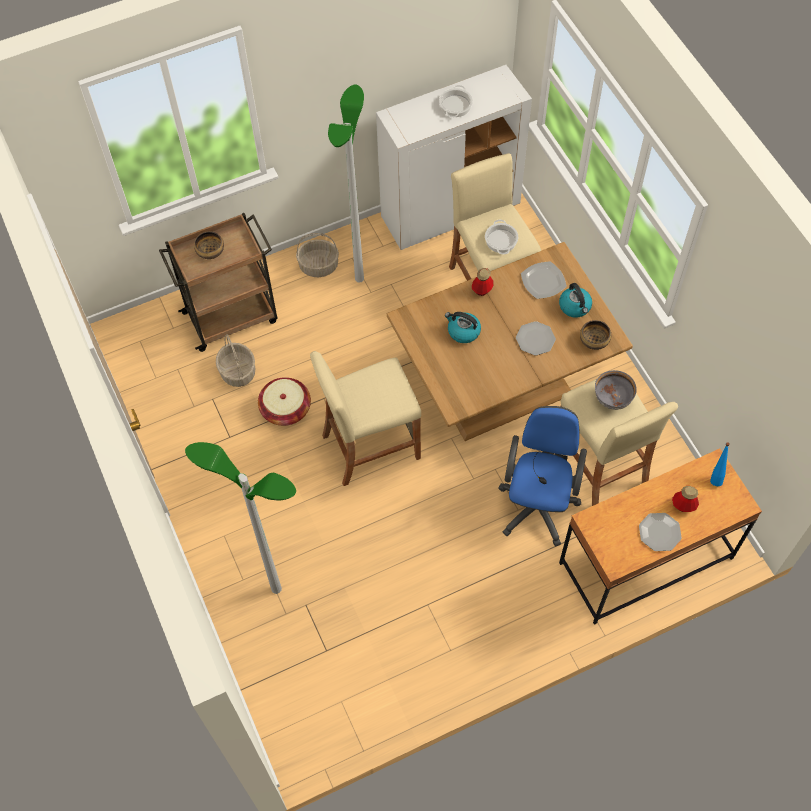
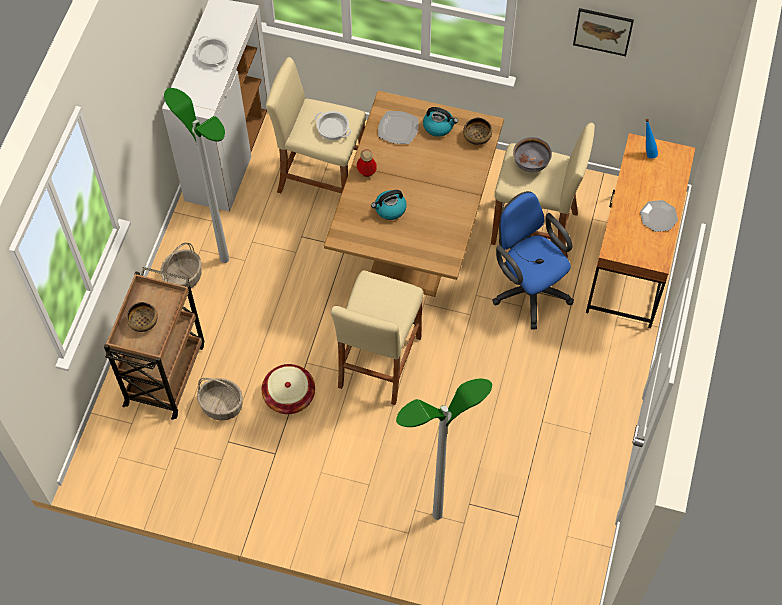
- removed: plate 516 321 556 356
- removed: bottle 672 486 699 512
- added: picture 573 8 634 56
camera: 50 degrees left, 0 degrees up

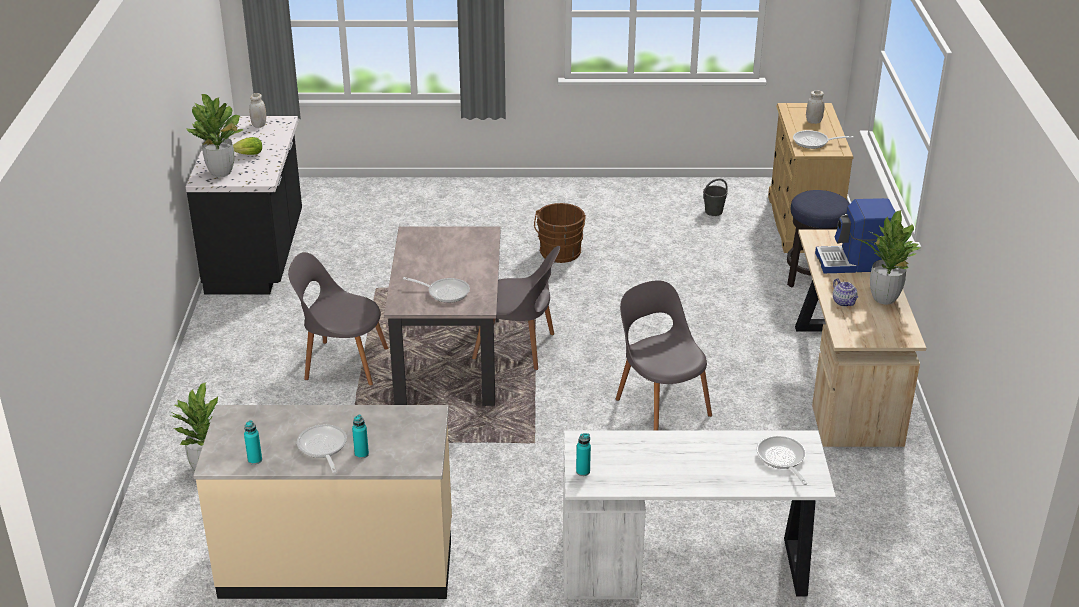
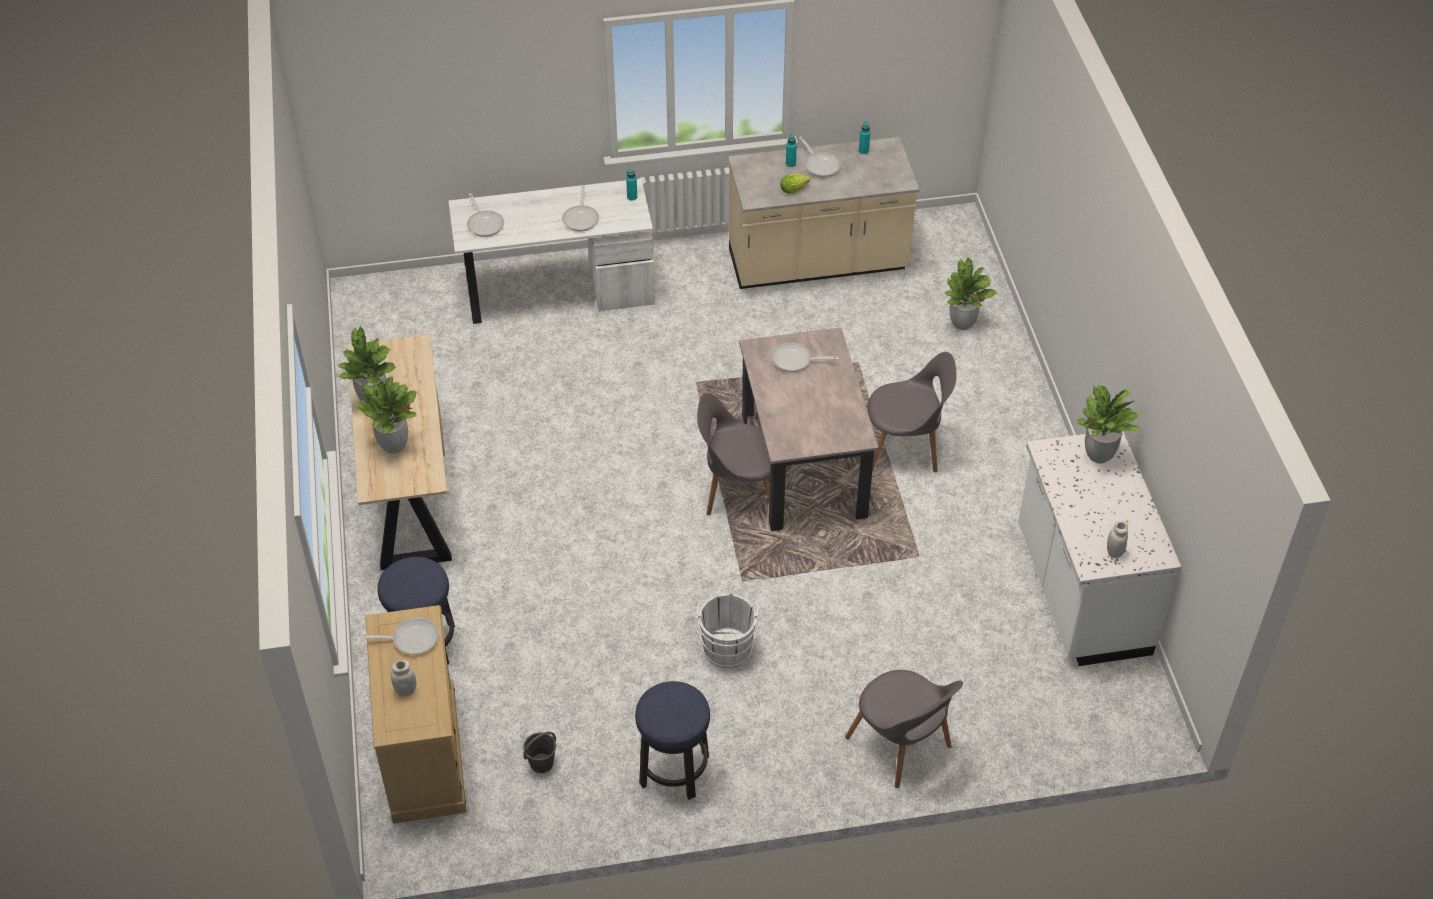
- recoloured: black counter 186 116 302 295 to white counter 1018 431 1181 666
- moved: lettuce 233 137 262 155 to 780 174 810 194
- replaced: coffee machine 815 198 896 273 to potted plant 356 377 417 454
- recoloured: brown bucket 534 203 586 263 to white bucket 697 594 759 668
- removed: teapot 833 278 858 307
- moved: grey chair 615 280 712 430 to 845 670 963 788
- added: frying pan 562 186 599 231
- added: stool 635 681 710 800
camera: 170 degrees right, 15 degrees up

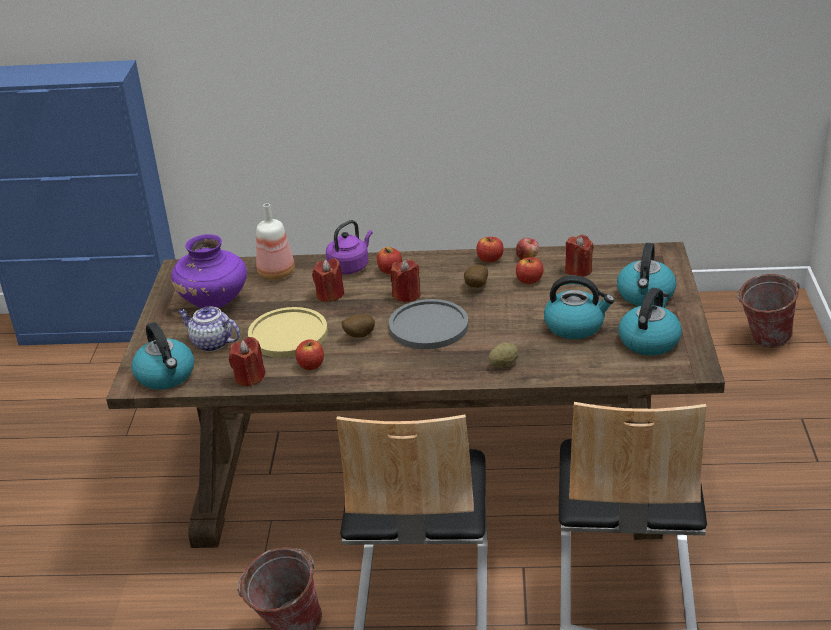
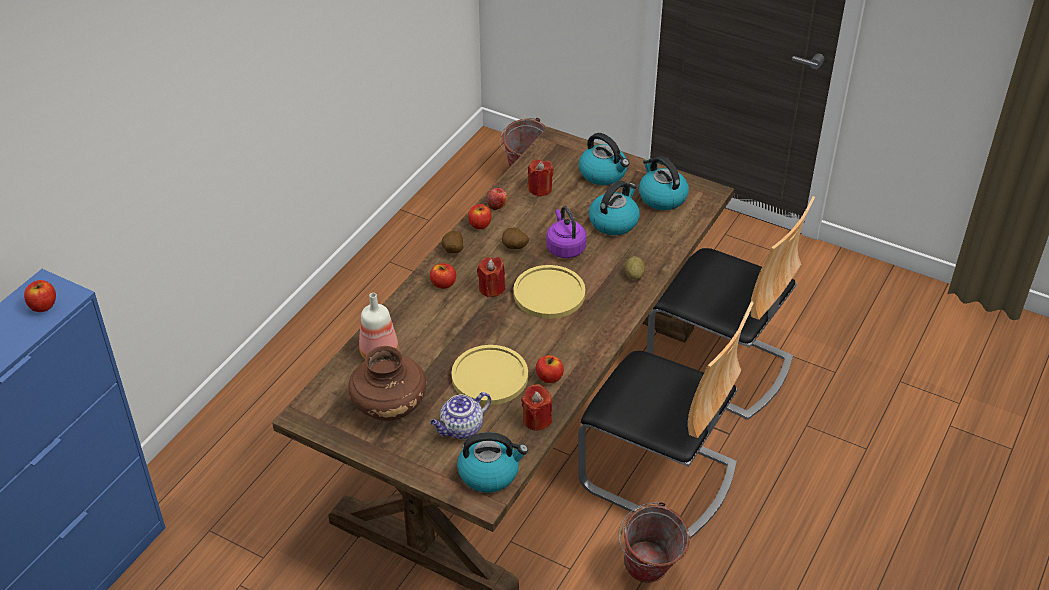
- moved: purple kettle 326 220 372 274 to 546 206 587 258
- recoloured: purple vase 171 234 247 308 to brown vase 348 346 426 421
- moved: apple 516 257 544 284 to 24 280 56 312
- removed: red candle 312 258 344 303
- recoloured: grey plate 389 299 468 349 to yellow plate 513 265 585 319
- moved: potato 341 314 375 338 to 442 231 463 253
camera: 65 degrees left, 10 degrees up

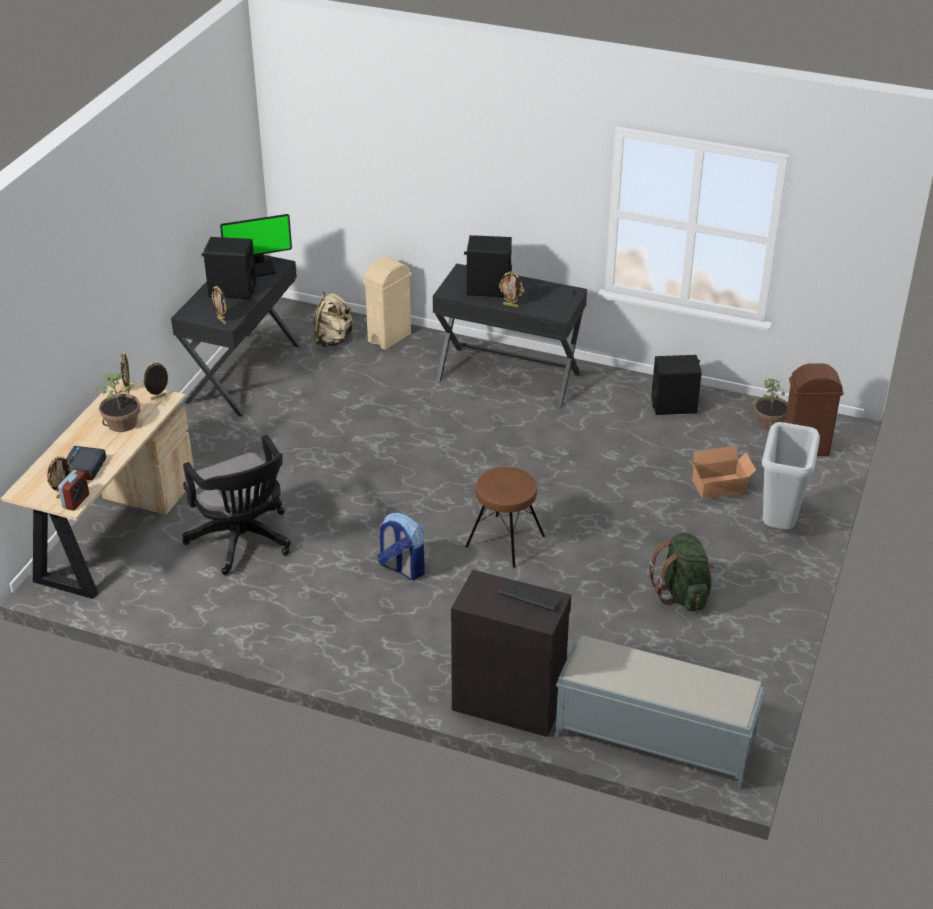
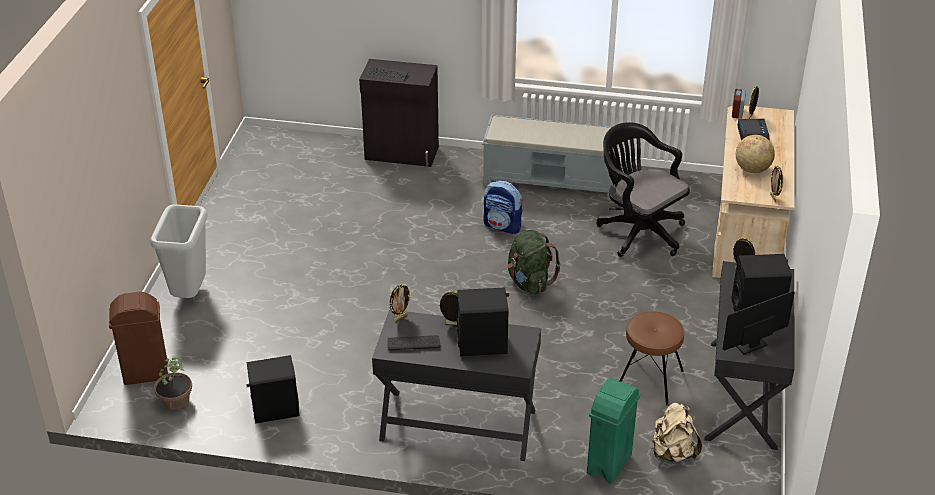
- recoloured: beige trash can 363 257 412 350 to green trash can 587 378 640 484
- moved: picture frame 142 361 169 400 to 389 284 412 322
- replaced: potted plant 96 373 140 432 to globe 736 135 775 173
- removed: cardboard box 689 446 756 499
- moved: brown stool 465 467 545 568 to 620 311 684 406
- moved: green backpack 649 533 715 611 to 507 230 561 295
- moved: grey bench 555 636 766 789 to 482 115 619 200
camera: 170 degrees right, 0 degrees up

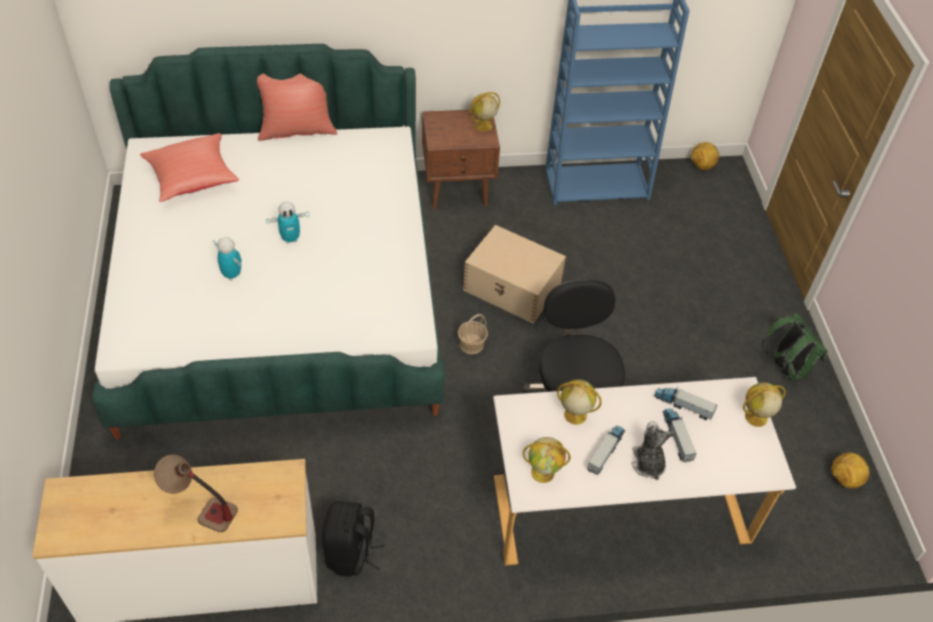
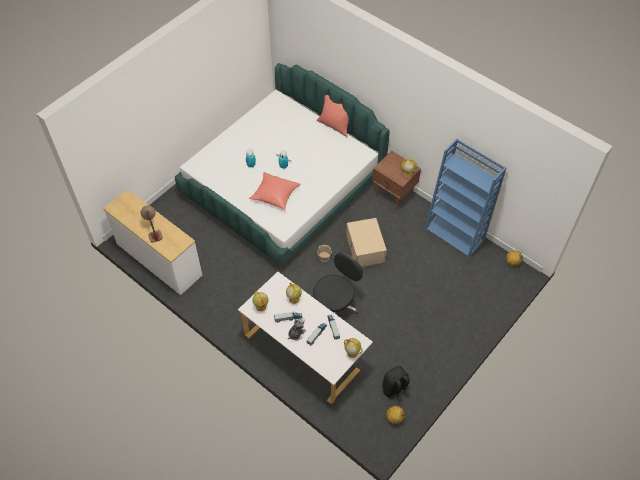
- moved: red pillow 140 133 239 202 to 249 172 301 210
- removed: green backpack 762 312 828 381
- moved: black backpack 322 501 385 577 to 382 366 410 404
camera: 50 degrees right, 5 degrees up

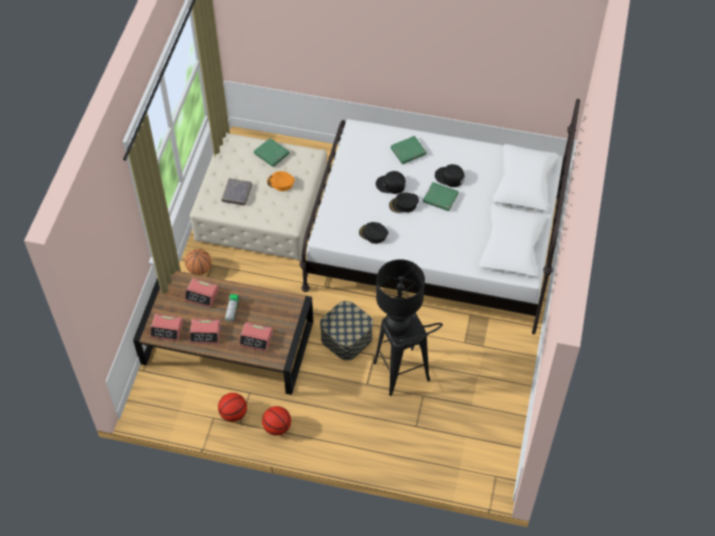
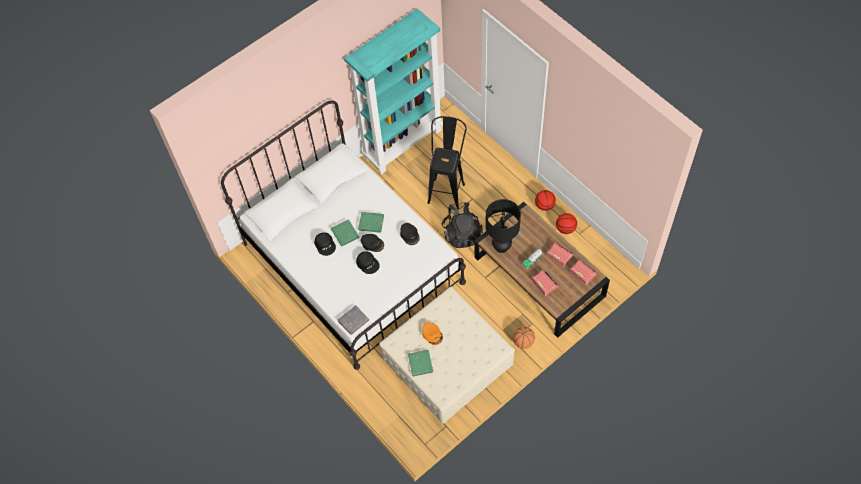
- moved: green book 391 136 427 164 to 358 212 384 233
- moved: grey book 221 178 252 205 to 338 305 369 335
- moved: black table lamp 376 259 425 336 to 485 199 521 253
- replaced: storage box 320 301 373 360 to black backpack 442 202 483 249
- removed: alarm clock 239 322 273 351
- added: turquoise bookcase 344 8 443 174
camera: 140 degrees left, 5 degrees up

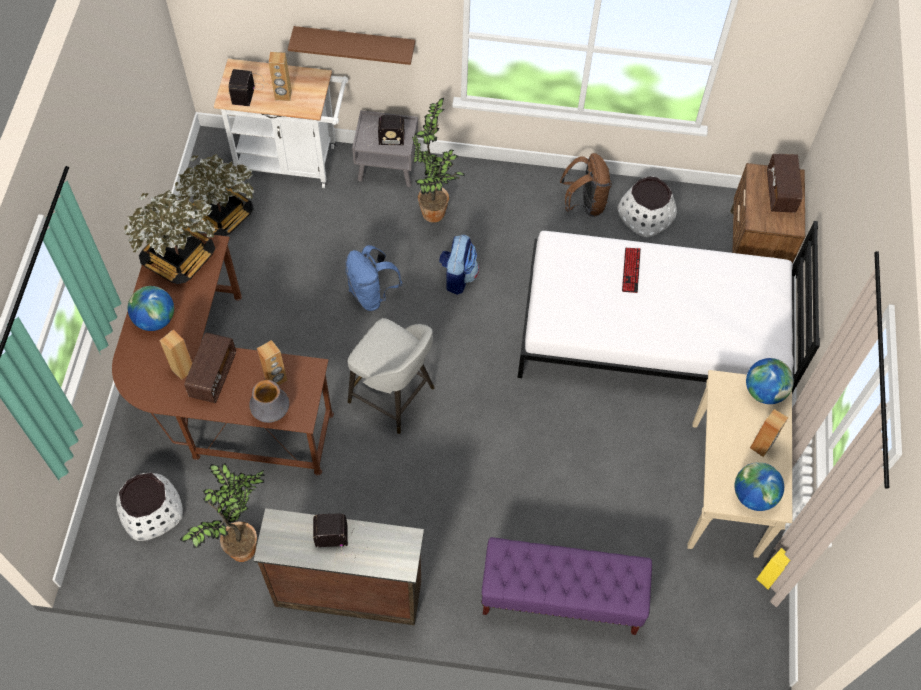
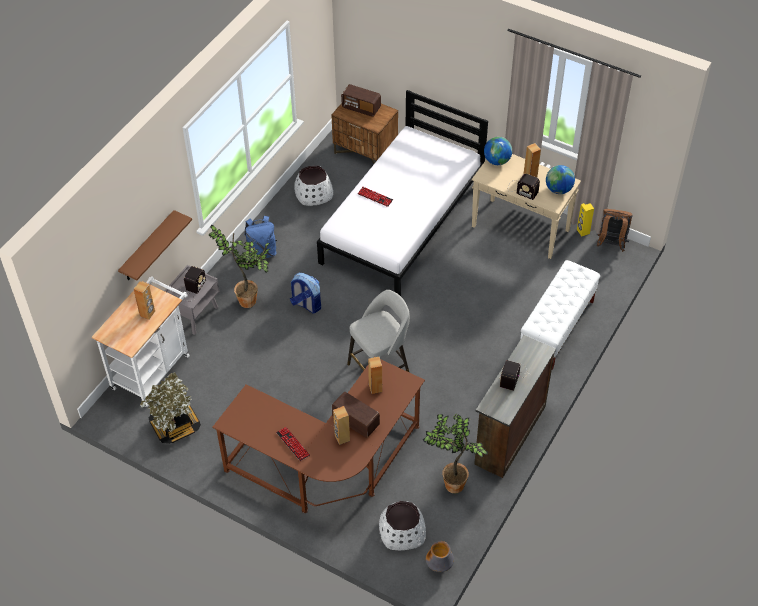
- moved: radio 228 69 270 106 to 508 174 540 200
- moved: brown backpack 560 153 611 217 to 597 209 633 252
- removed: potted plant 124 190 215 284
- moved: blue backpack 345 245 403 311 to 244 216 277 258
- replaced: globe 128 286 174 331 to keyboard 276 427 310 461
- moved: vase 249 380 289 423 to 426 541 454 572
- recoloured: purple bench 481 537 652 635 to white bench 520 260 600 370
camera: 65 degrees left, 10 degrees down

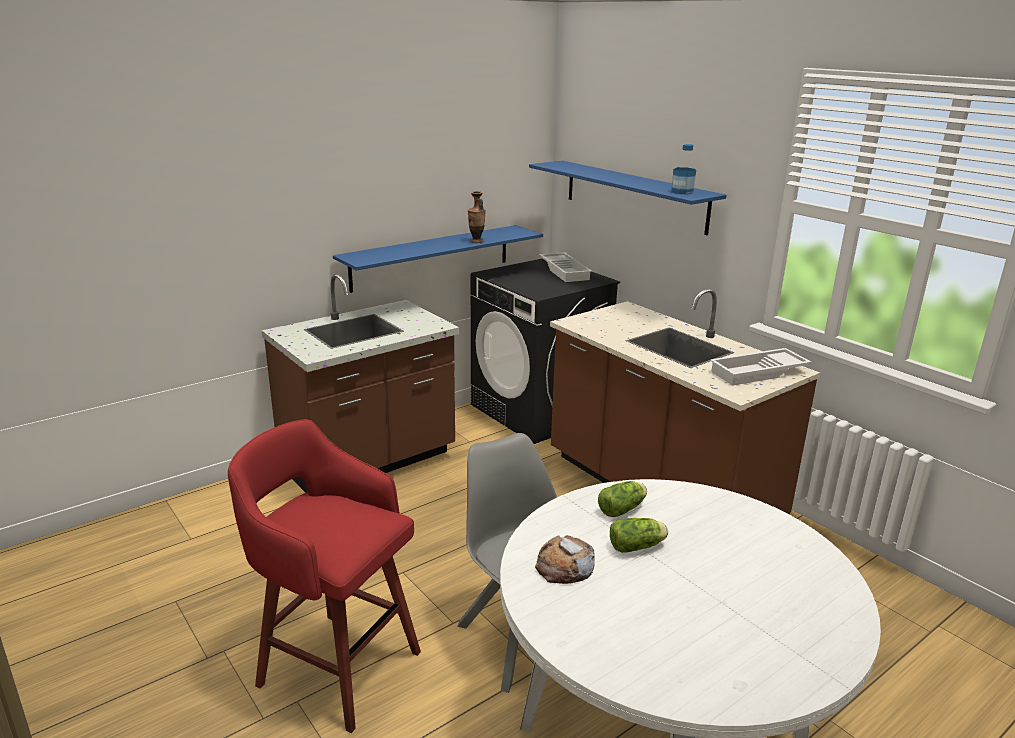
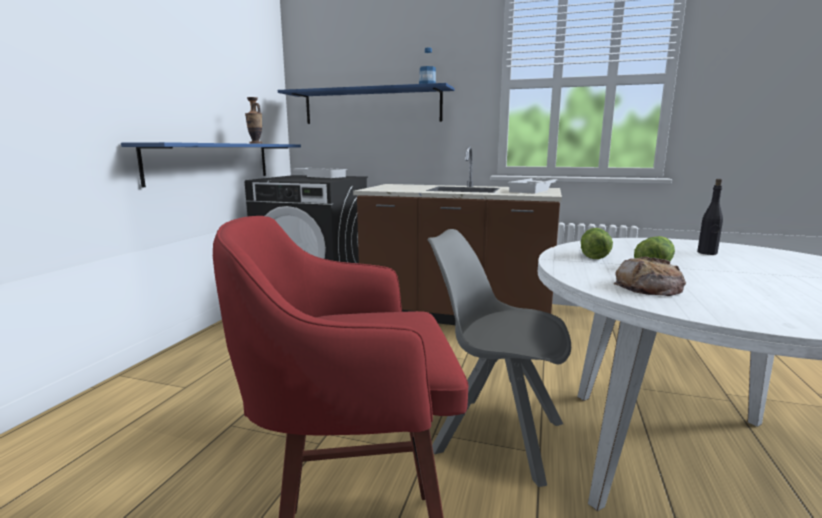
- removed: brown counter 262 274 459 493
- added: black bottle 697 179 723 255
camera: 35 degrees left, 10 degrees down

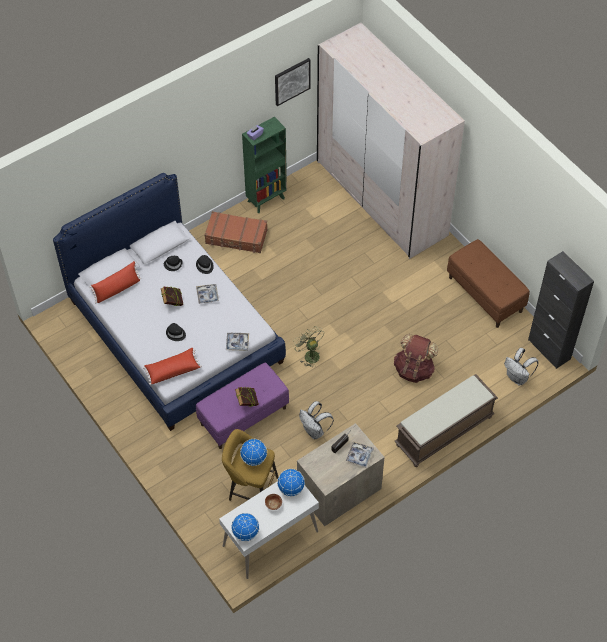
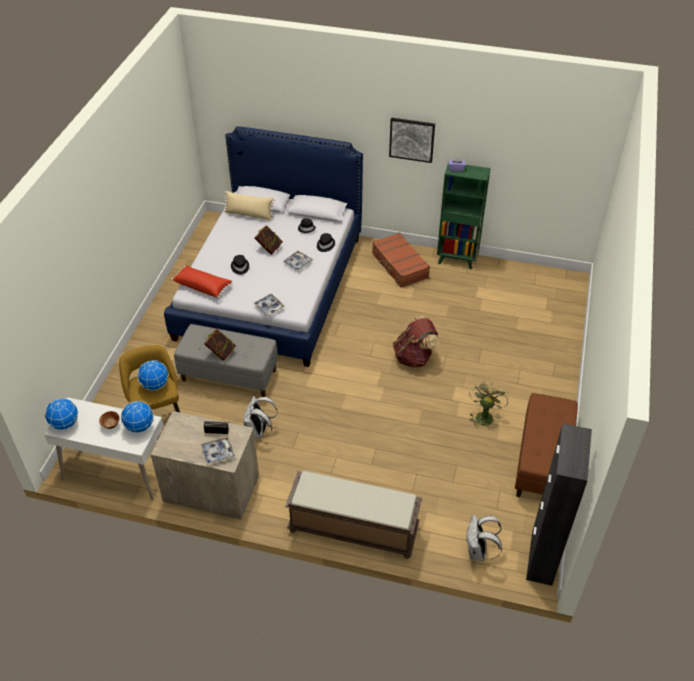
- removed: beige wardrobe 317 23 465 259
- moved: picture 275 58 311 106 to 389 118 435 163
- recoloured: red pillow 90 261 141 303 to beige pillow 223 190 275 221
- moved: green fan 293 327 324 368 to 469 381 509 428
- moved: brown backpack 394 334 438 383 to 393 316 439 368
- recoloured: purple bench 196 362 289 449 to grey bench 174 324 278 397
camera: 50 degrees right, 10 degrees down

